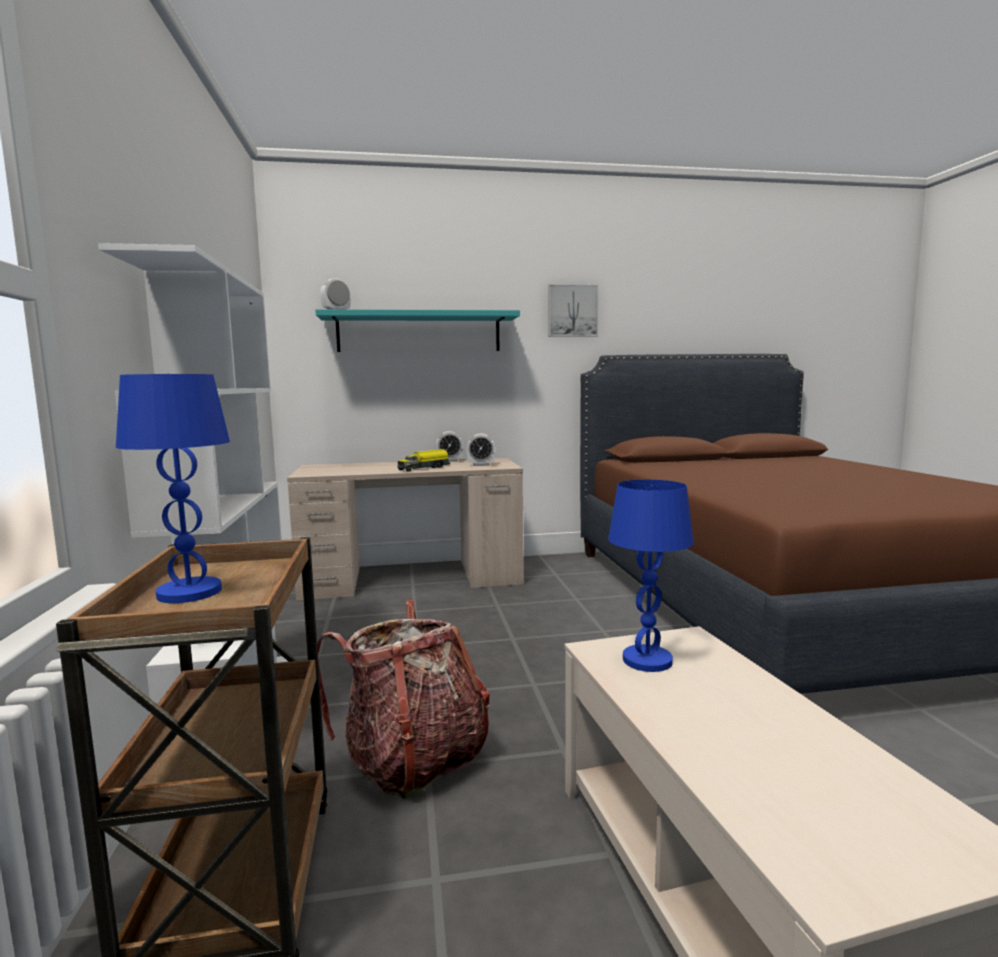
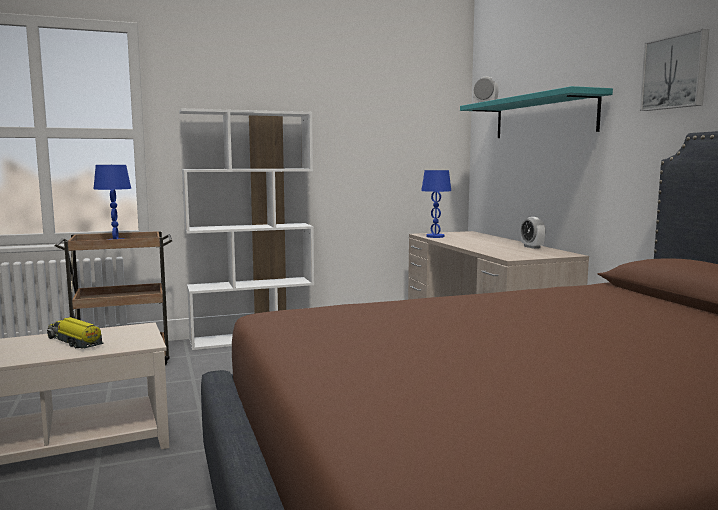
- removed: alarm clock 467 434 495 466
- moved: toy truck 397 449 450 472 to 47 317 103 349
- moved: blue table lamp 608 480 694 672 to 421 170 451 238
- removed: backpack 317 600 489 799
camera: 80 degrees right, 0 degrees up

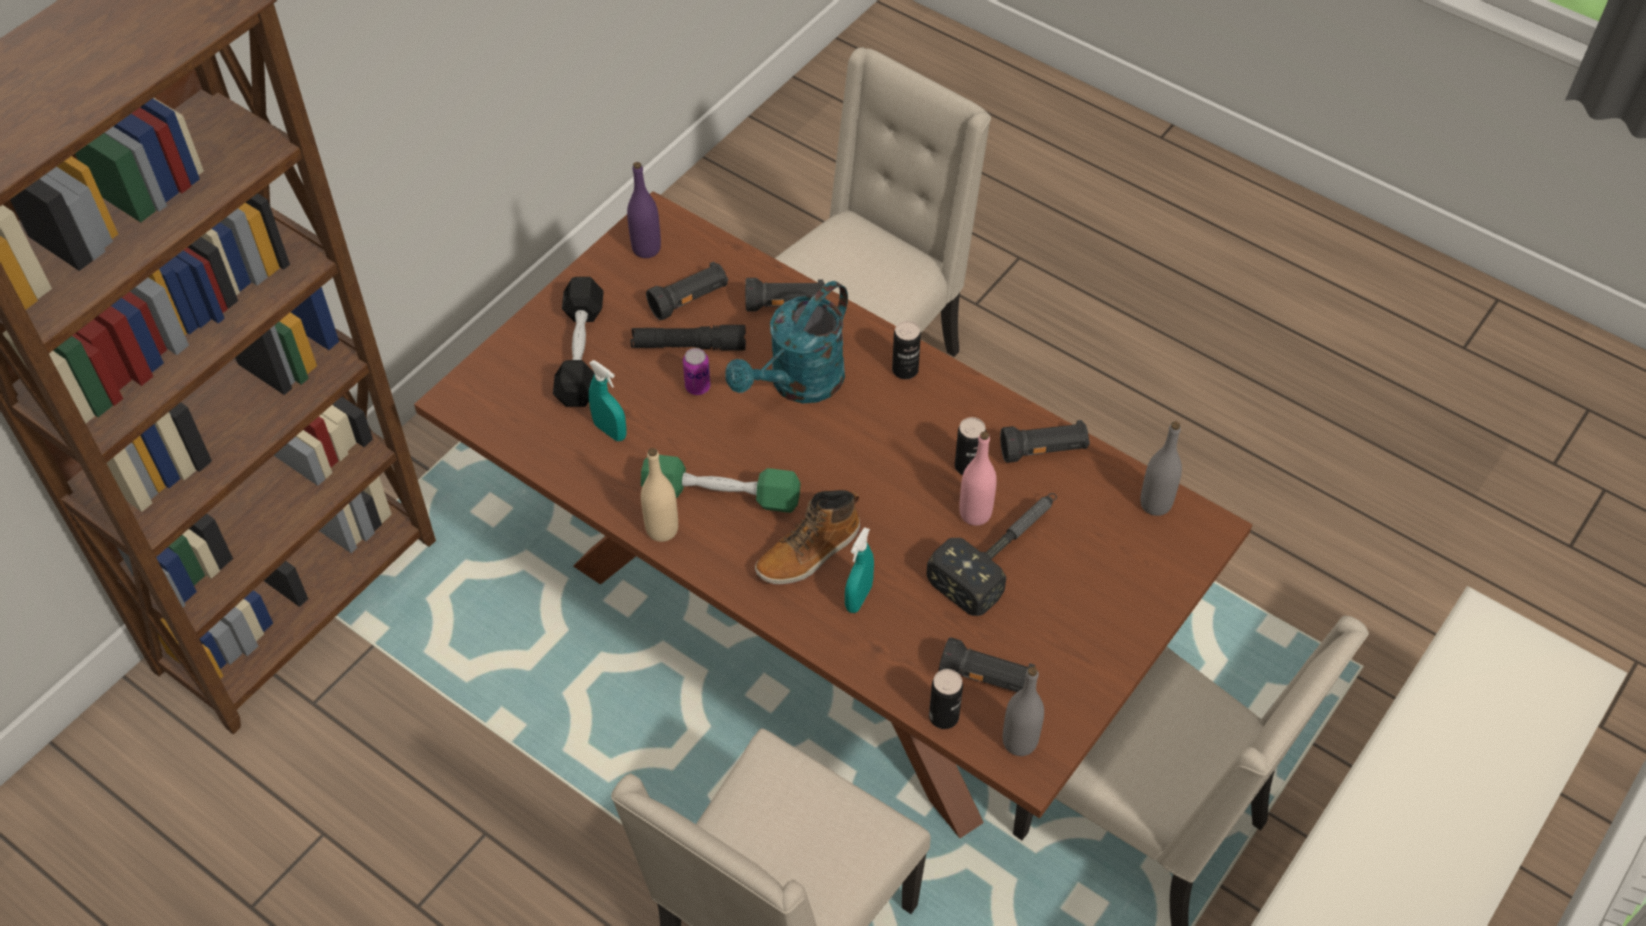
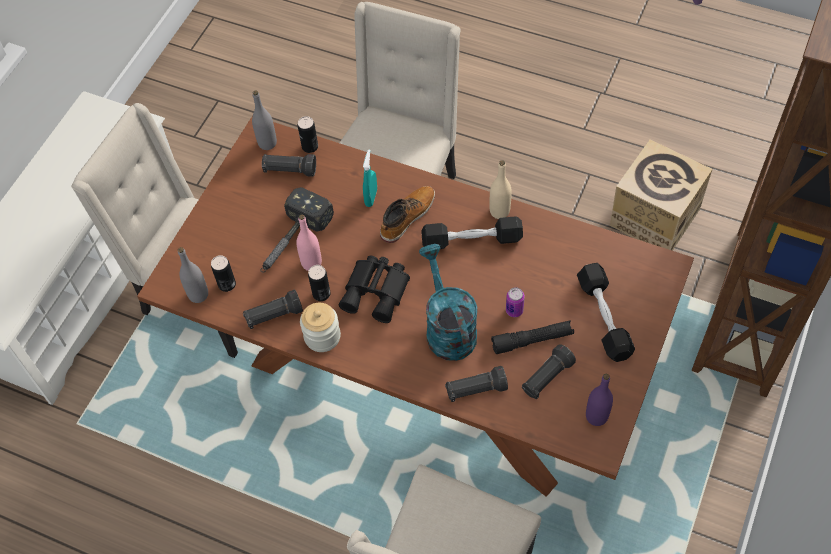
- turned: turquoise watering can 725 281 848 403 = 419 244 477 361 45 degrees counterclockwise
- moved: can 892 321 921 379 to 211 255 236 292
- removed: turquoise spray bottle 589 360 627 441
- recoloured: green dumbbell 641 455 801 513 to black dumbbell 421 216 523 249
- added: cardboard box 610 140 713 251
- added: black binoculars 339 256 410 323
- added: jar 300 303 341 352
camera: 170 degrees right, 5 degrees up

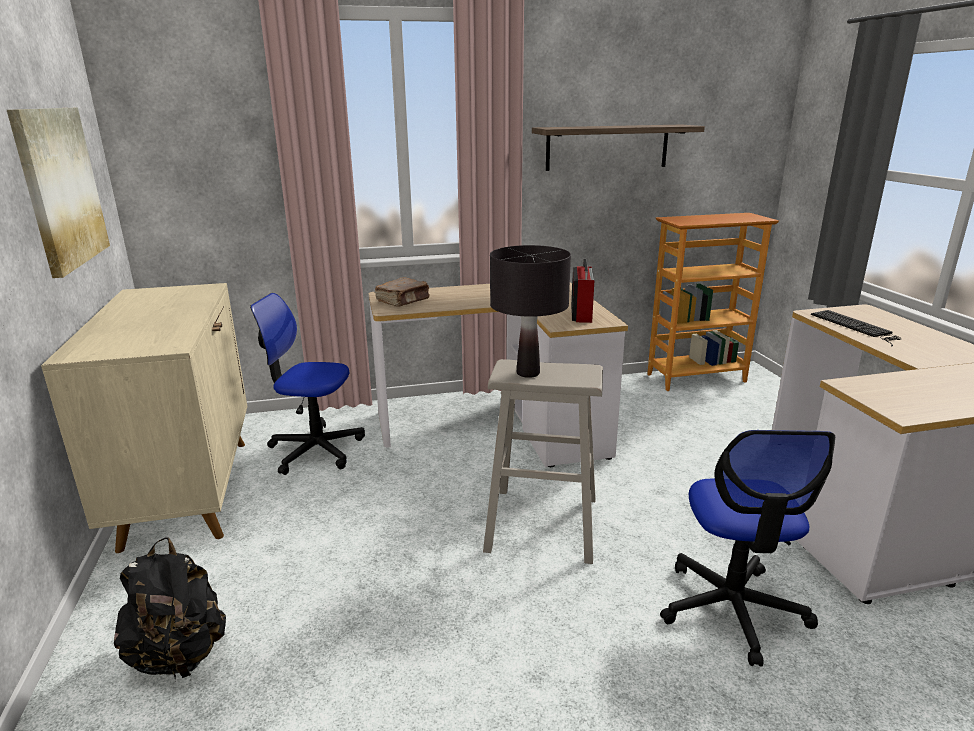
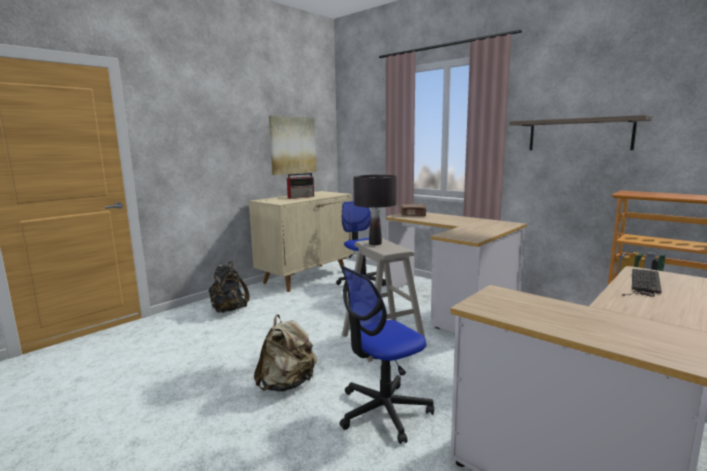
- moved: radio 571 259 594 323 to 287 173 314 199
- added: beige backpack 254 314 317 392
camera: 55 degrees right, 10 degrees down

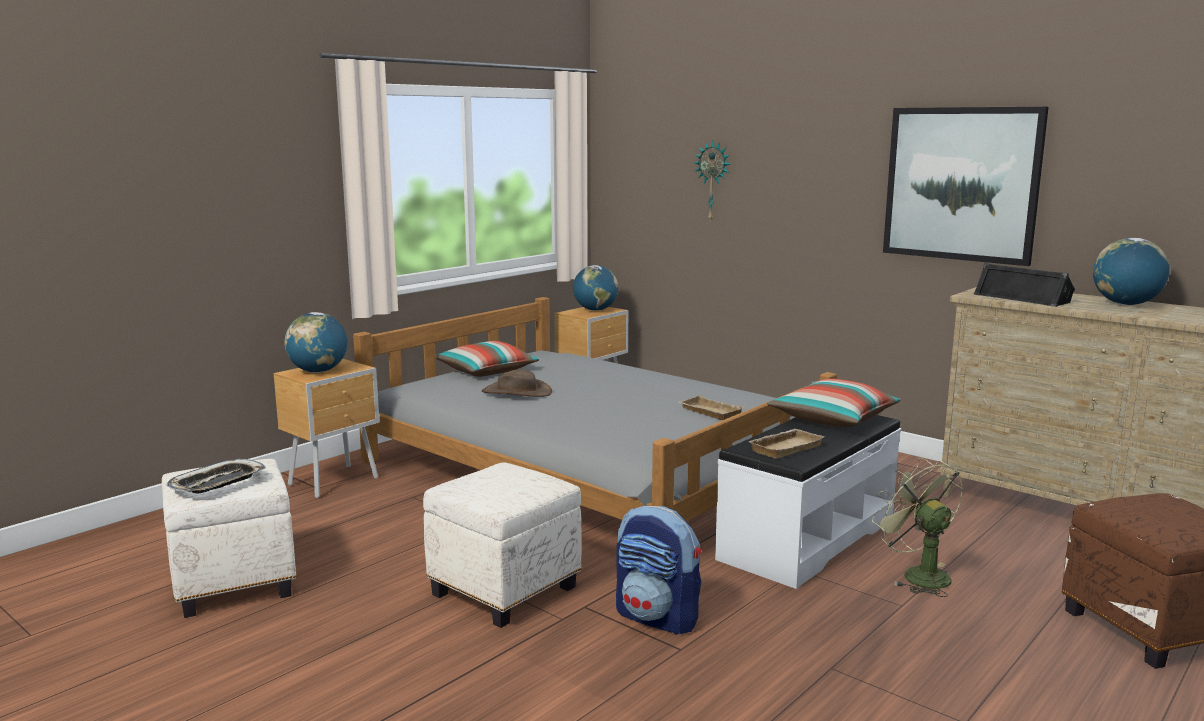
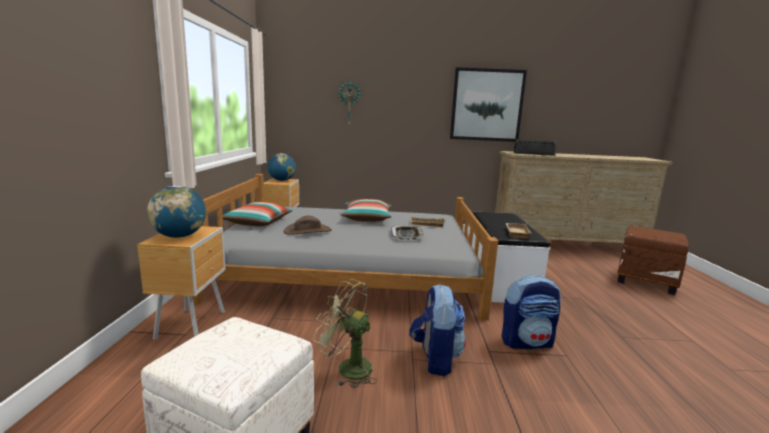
- removed: globe 1093 238 1170 305
- moved: pillow 767 379 901 427 to 341 199 391 222
- moved: green fan 872 458 963 597 to 313 279 377 388
- moved: tray 166 459 266 493 to 391 225 424 240
- replaced: white ottoman 423 462 582 628 to backpack 409 284 466 376
camera: 40 degrees left, 0 degrees up

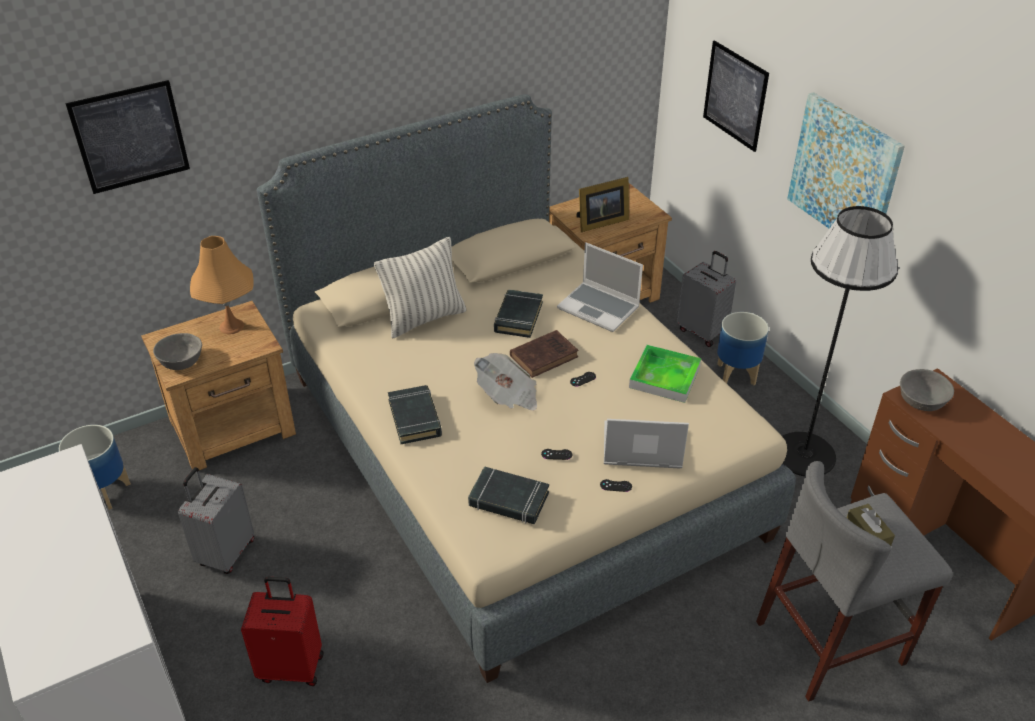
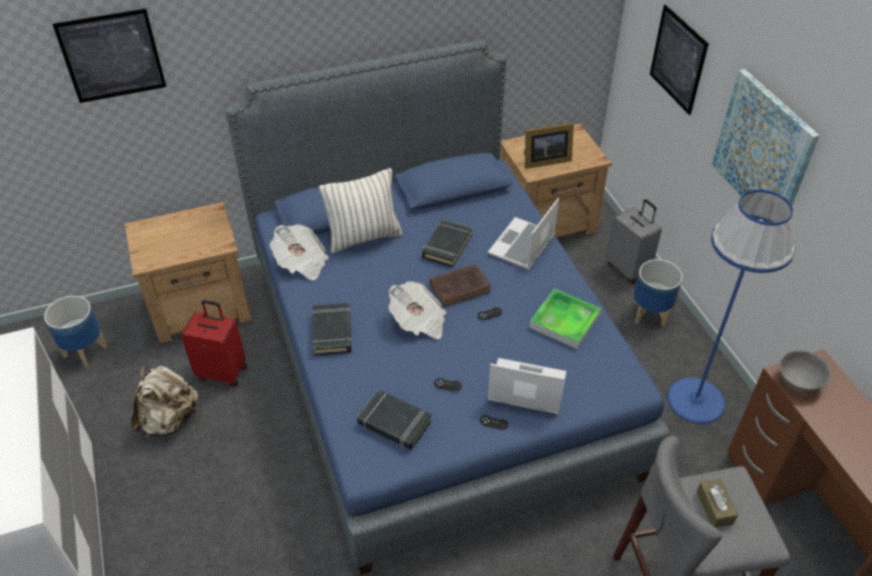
- recoloured: beige bed 256 94 796 683 to blue bed 225 40 669 575
- recoloured: black floor lamp 782 206 898 476 to blue floor lamp 667 189 795 424
- removed: orange table lamp 190 236 253 334
- turned: laptop 557 242 643 332 = 488 198 559 270 75 degrees clockwise
- removed: grey bowl 153 333 202 370
- replaced: grey suitcase 178 467 254 574 to beige backpack 131 366 198 439
- moved: red suitcase 241 577 324 686 to 181 300 247 387
- added: newspaper 270 224 329 280
camera: 10 degrees right, 5 degrees up

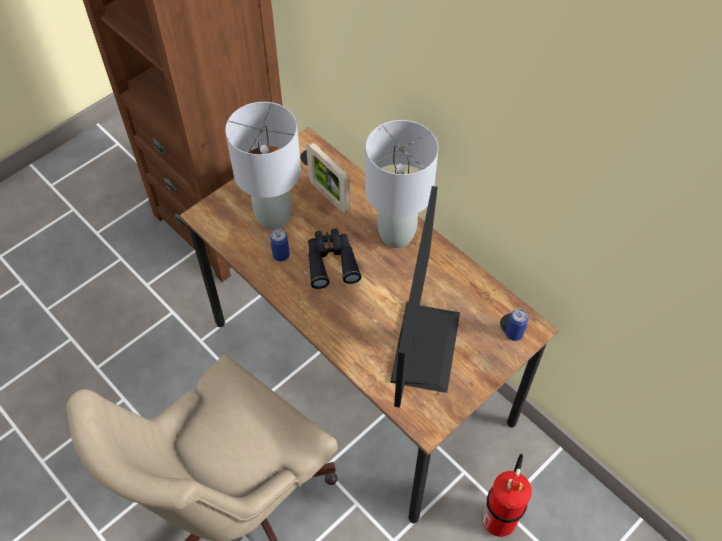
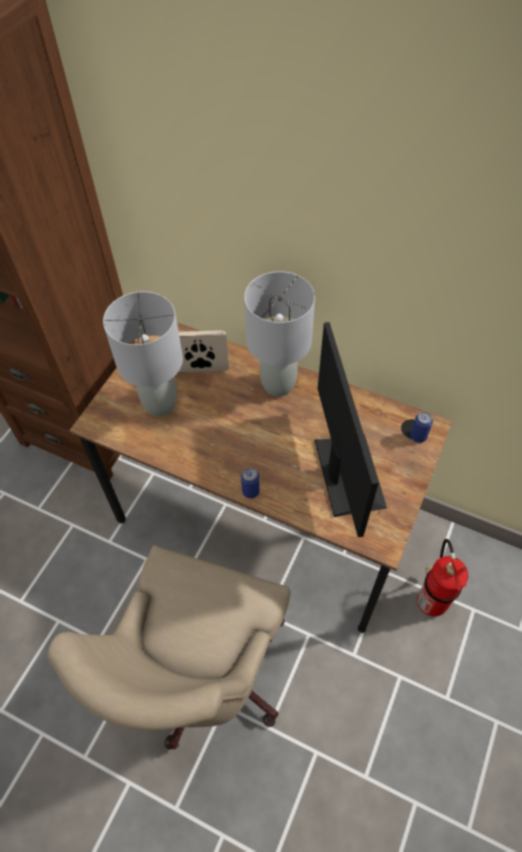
- turned: picture frame 306 142 350 213 = 178 330 229 373 150 degrees clockwise
- removed: black binoculars 308 228 361 289
- moved: can 270 229 290 261 to 241 467 260 498
camera: 20 degrees left, 0 degrees up

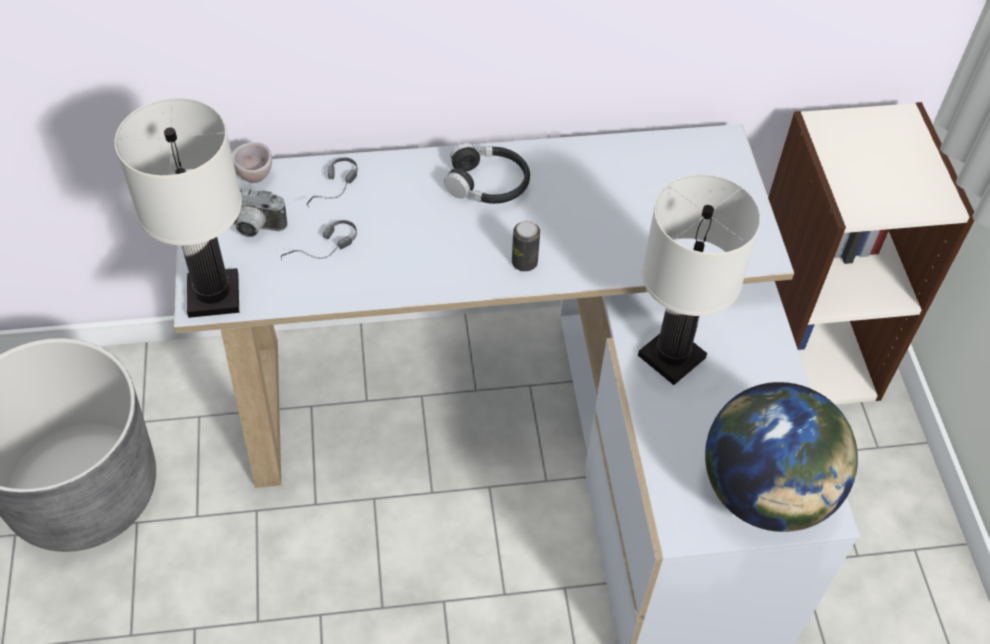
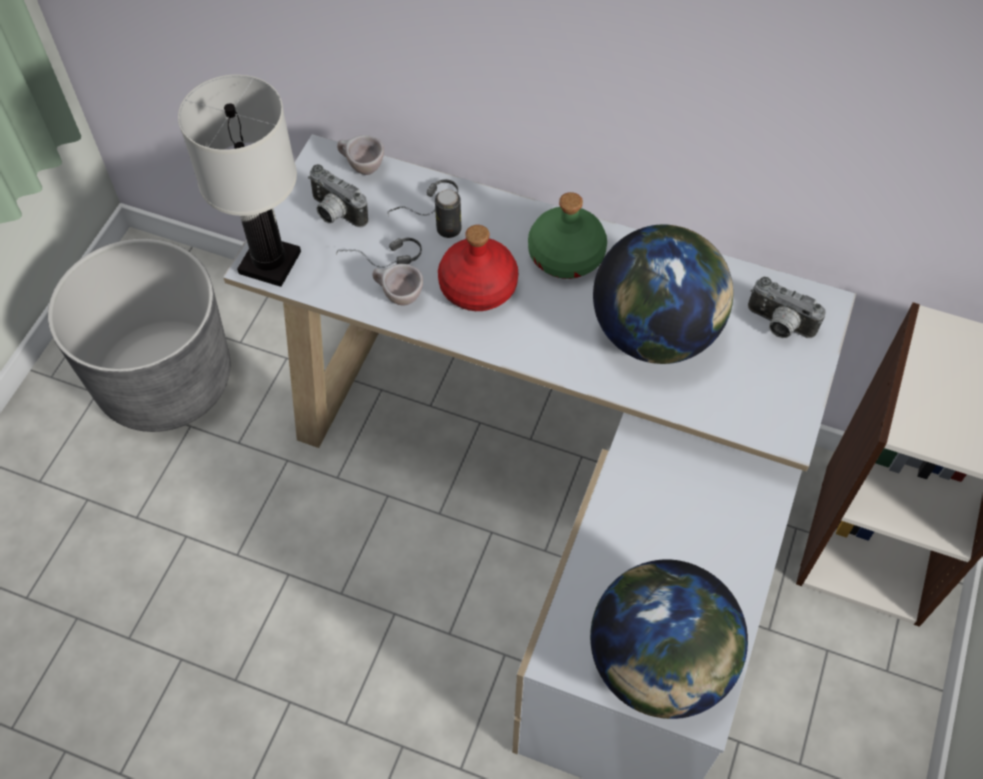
- replaced: black headphones 444 143 530 204 to green bottle 528 192 607 279
- removed: white table lamp 638 174 761 385
- moved: can 512 221 540 272 to 435 189 462 238
- added: red bottle 438 225 518 311
- added: globe 593 225 733 364
- added: beige cup 372 264 423 306
- added: photo camera 748 277 826 338
camera: 30 degrees right, 5 degrees up

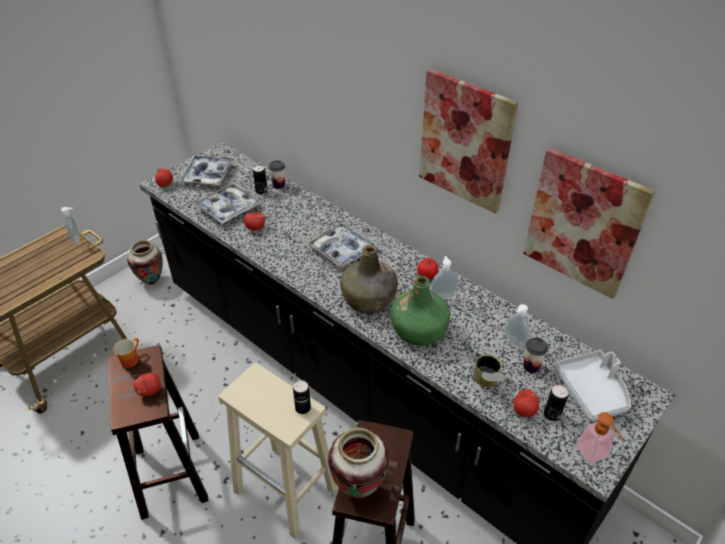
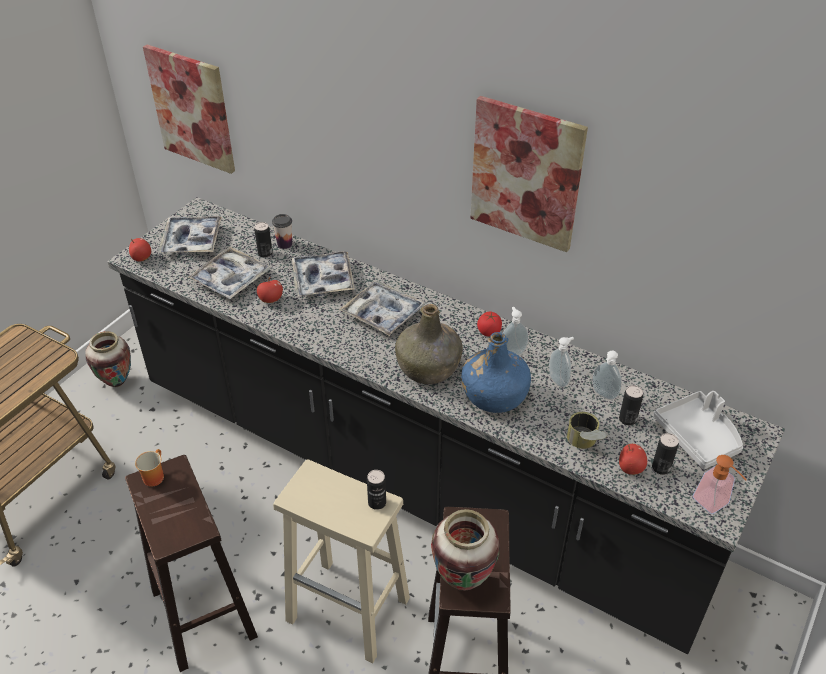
- moved: picture 523 148 655 299 to 143 44 235 174
- moved: soap dispenser 61 207 80 244 to 549 337 574 387
- recoloured: green bottle 390 276 450 346 to blue bottle 461 332 531 413
- replaced: cup 523 337 548 373 to can 619 385 643 425
- removed: apple 134 373 161 396
- added: tray 292 251 355 296
camera: 10 degrees left, 0 degrees up

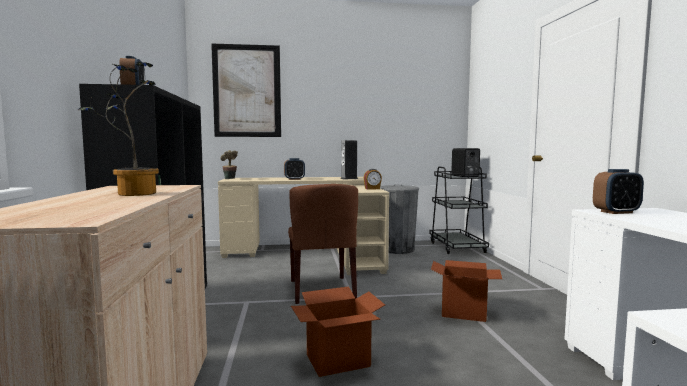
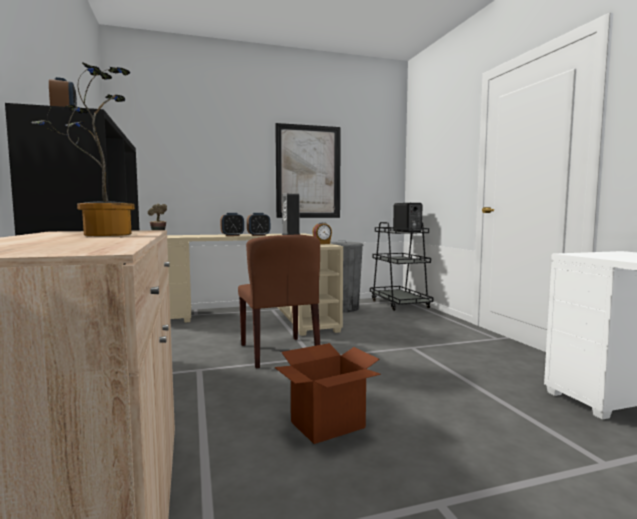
- moved: picture 211 43 281 137 to 275 123 341 218
- moved: alarm clock 593 169 644 214 to 247 213 270 236
- removed: cardboard box 431 260 502 322
camera: 10 degrees left, 0 degrees up

